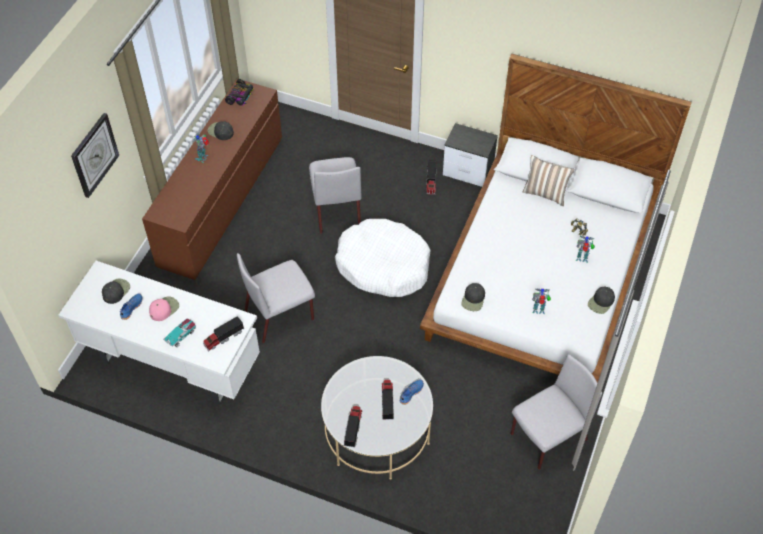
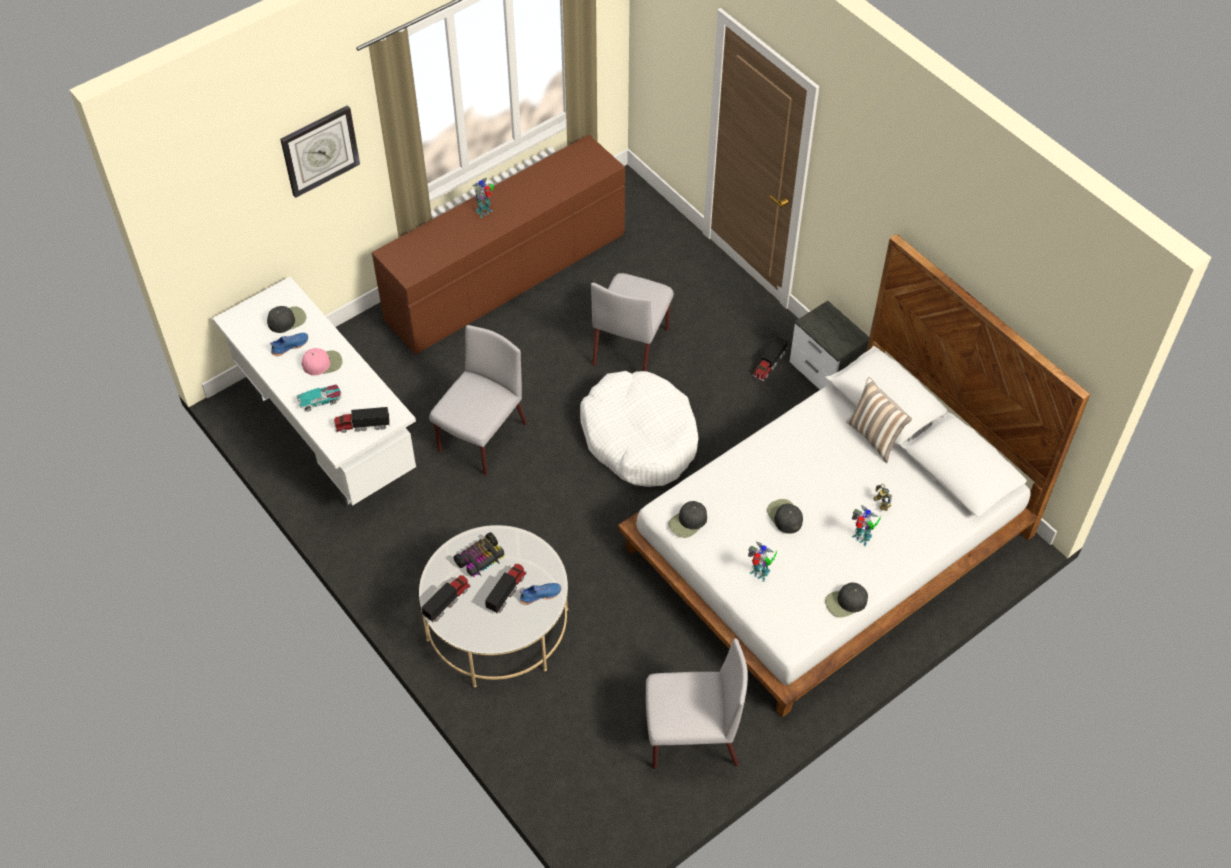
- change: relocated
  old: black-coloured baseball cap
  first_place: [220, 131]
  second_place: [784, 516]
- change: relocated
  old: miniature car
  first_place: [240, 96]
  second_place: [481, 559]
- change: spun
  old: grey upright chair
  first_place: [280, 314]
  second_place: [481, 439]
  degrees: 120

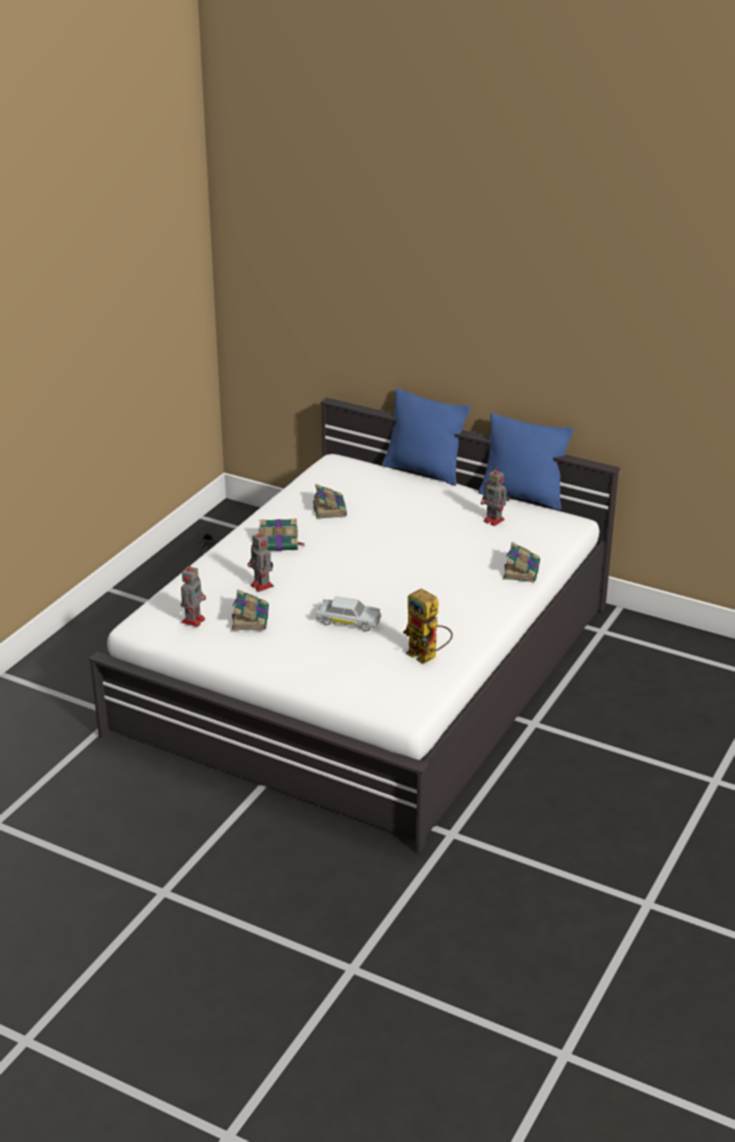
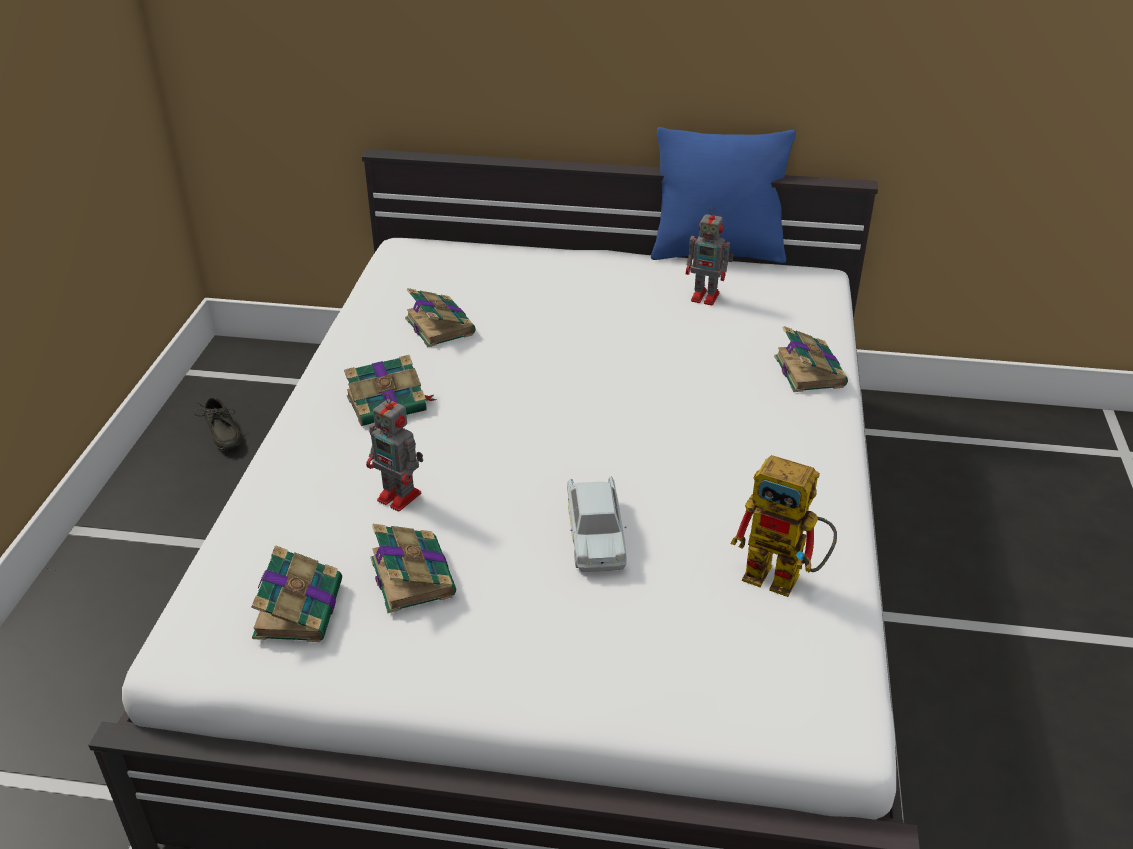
- change: missing
  old: blue-coloured cushion
  first_place: [424, 471]
- change: exchanged
  old: toy robot
  new: book
  first_place: [193, 620]
  second_place: [299, 607]
- change: spun
  old: white-coloured miniature car
  first_place: [348, 621]
  second_place: [595, 535]
  degrees: 90

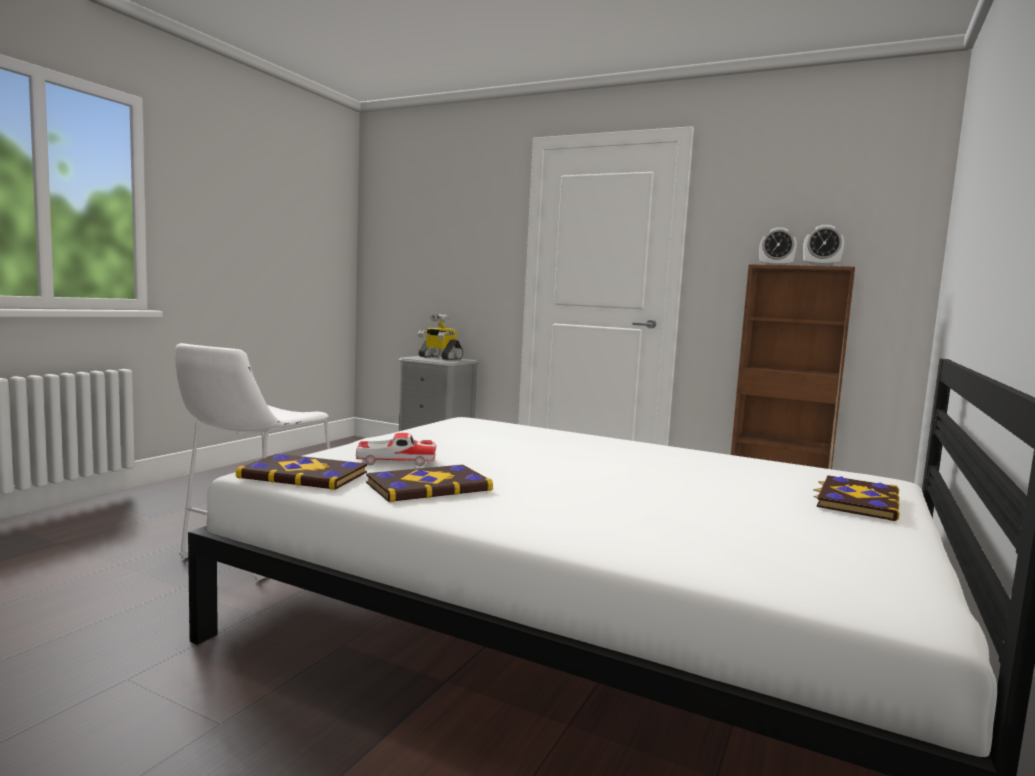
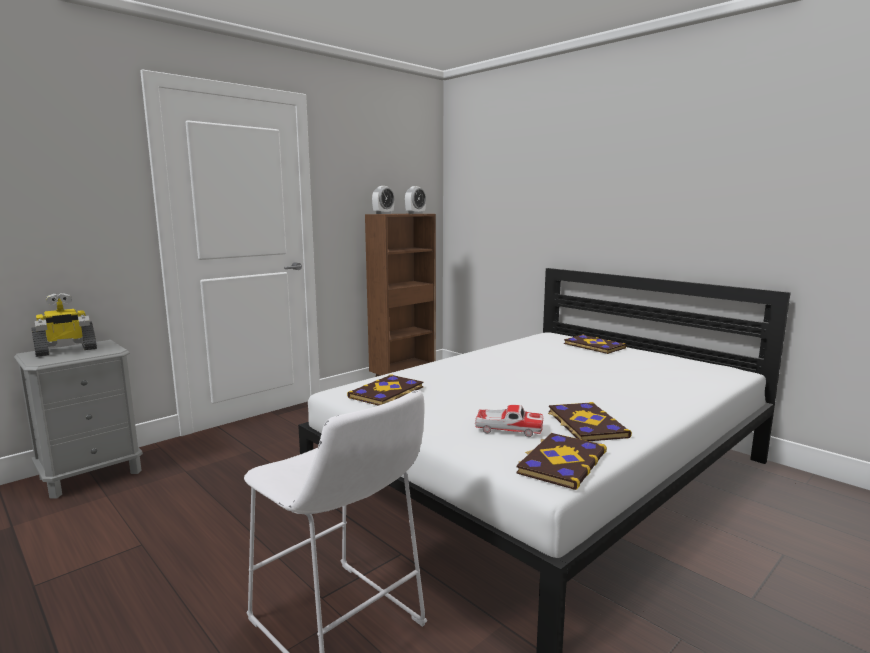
- change: appeared
  new: book
  second_place: [387, 393]
- change: spun
  old: miniature car
  first_place: [395, 461]
  second_place: [508, 429]
  degrees: 90

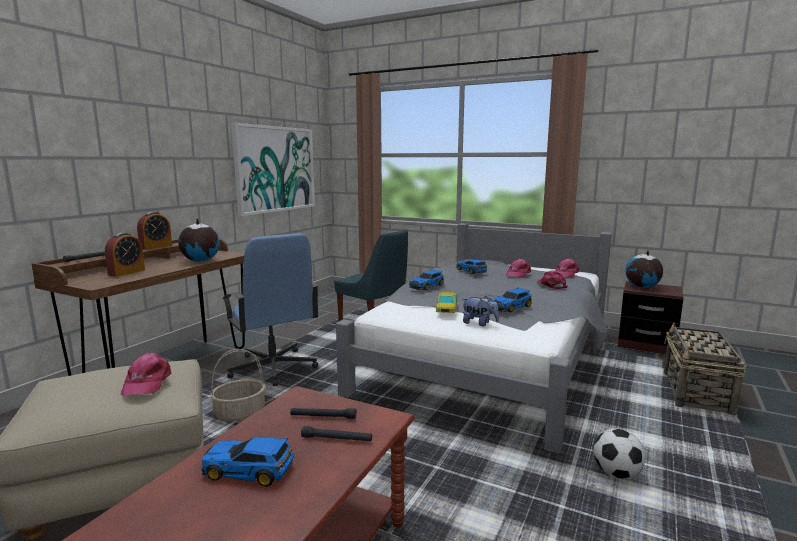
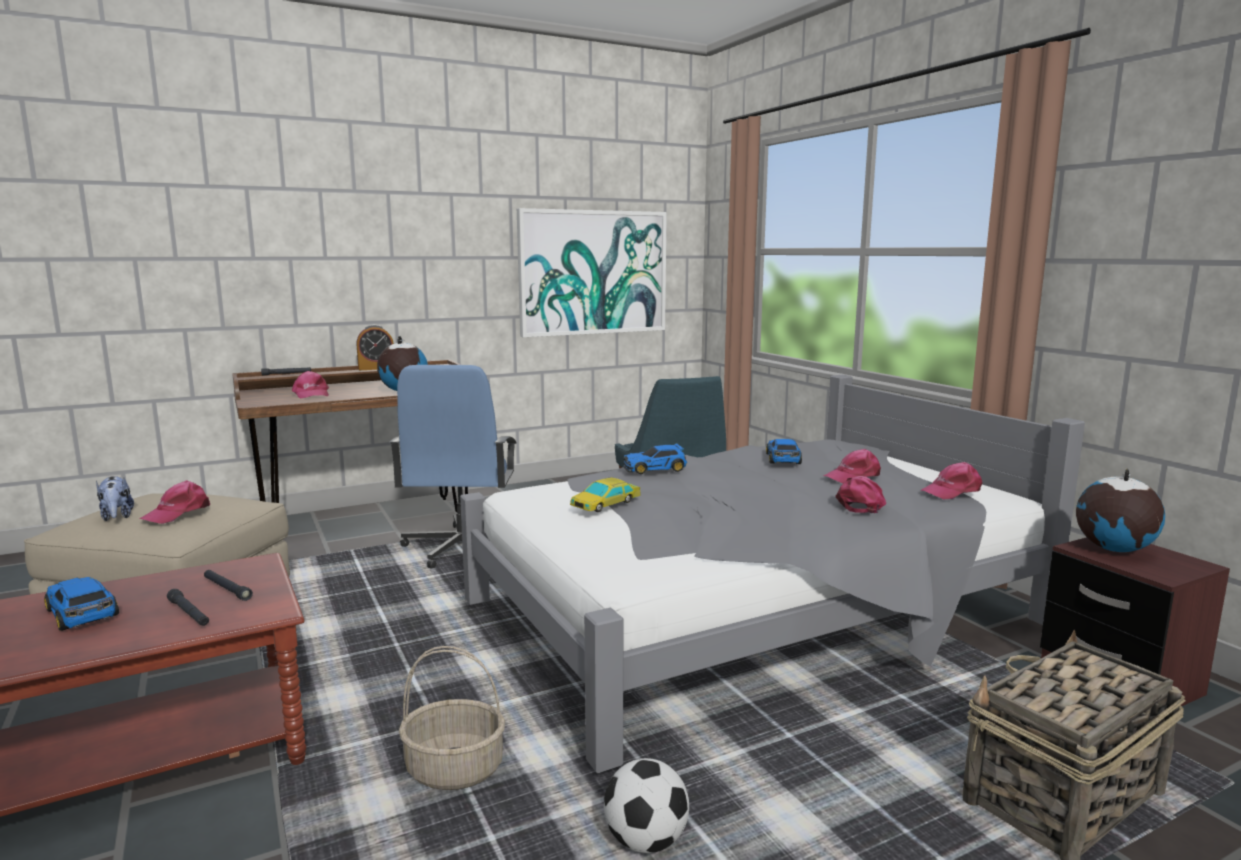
- change: missing
  old: miniature car
  first_place: [511, 307]
- change: relocated
  old: basket
  first_place: [240, 413]
  second_place: [456, 769]
- change: relocated
  old: plush toy
  first_place: [479, 323]
  second_place: [117, 517]
- change: exchanged
  old: table clock
  new: pink baseball cap
  first_place: [126, 272]
  second_place: [311, 394]

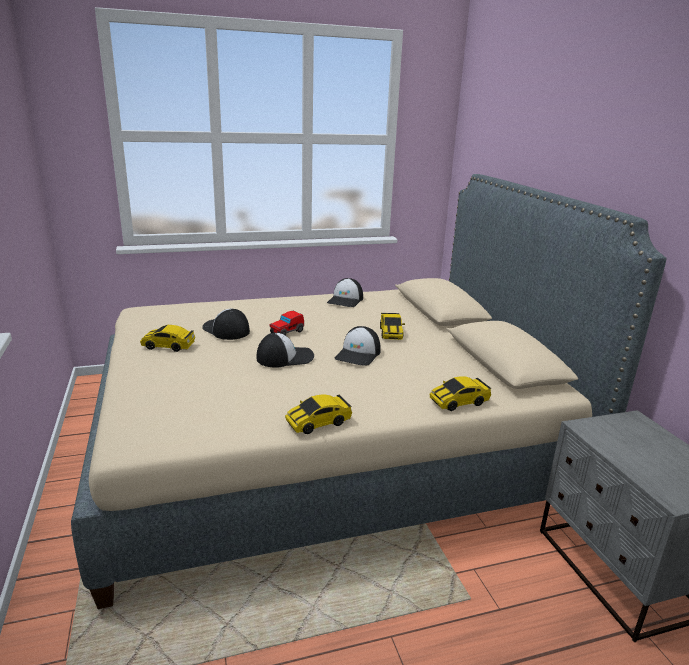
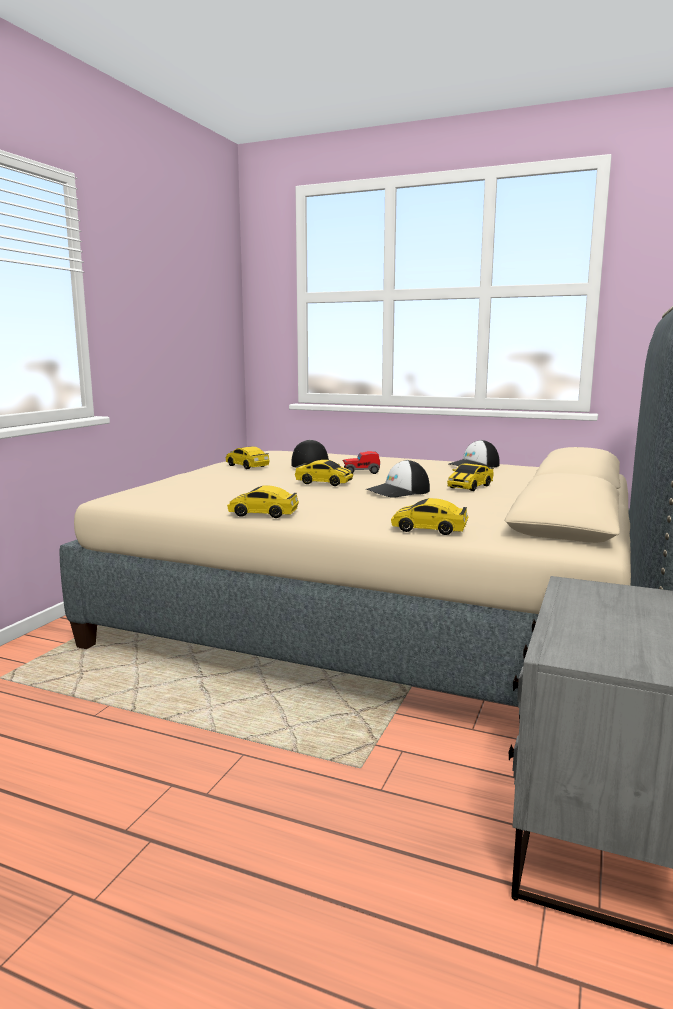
- change: exchanged
  old: baseball cap
  new: miniature car
  first_place: [285, 357]
  second_place: [324, 483]

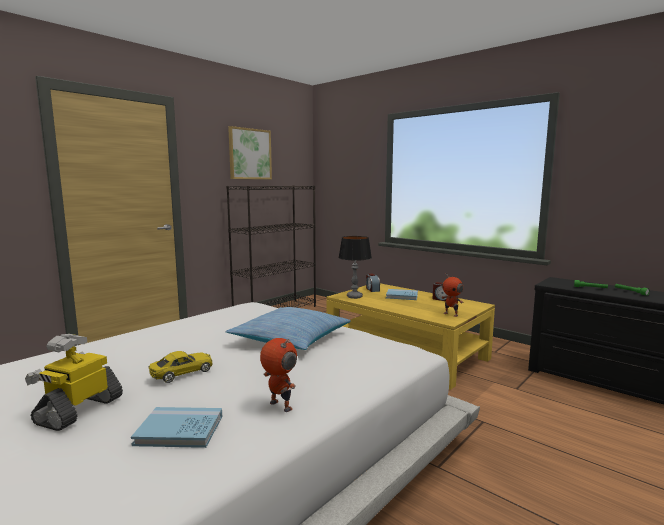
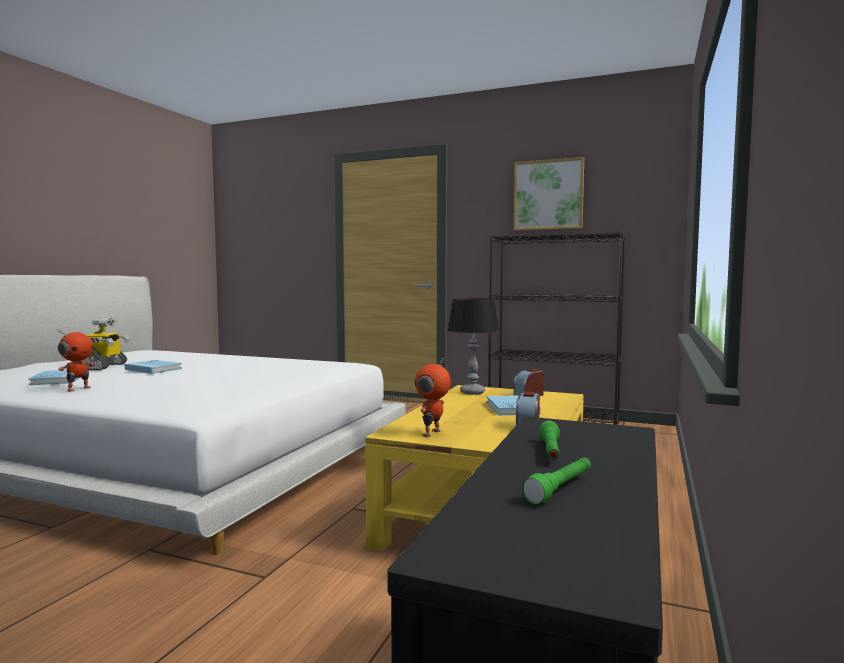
- change: missing
  old: cushion
  first_place: [290, 338]
- change: exchanged
  old: yellow miniature car
  new: blue-coloured book
  first_place: [182, 372]
  second_place: [153, 369]
- change: spun
  old: toy robot
  first_place: [79, 410]
  second_place: [103, 366]
  degrees: 90

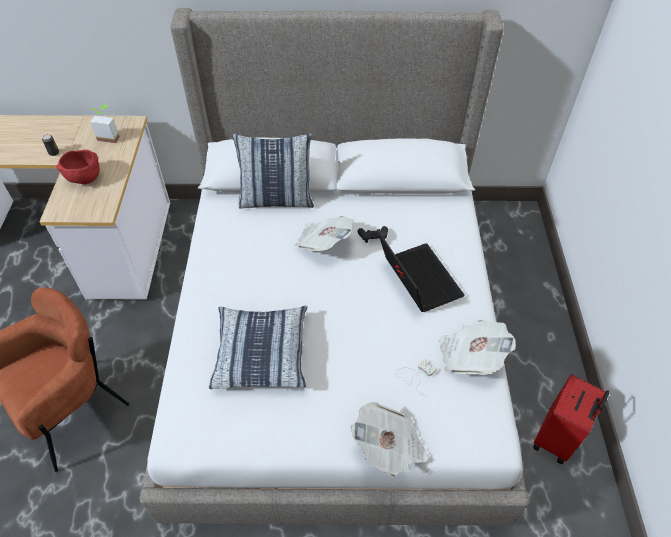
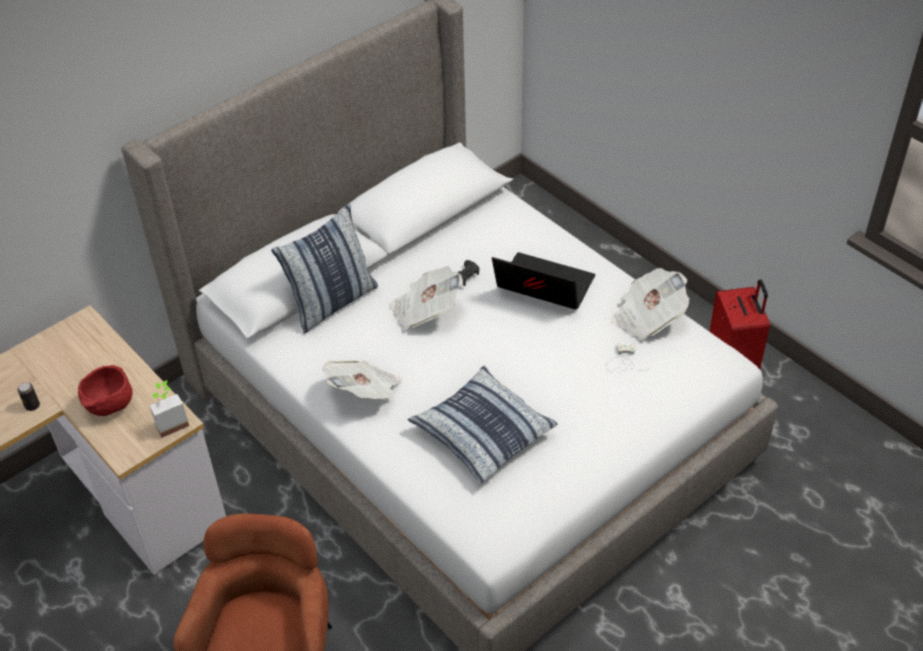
- change: relocated
  old: potted plant
  first_place: [110, 136]
  second_place: [170, 422]
- change: relocated
  old: printed paper
  first_place: [389, 447]
  second_place: [365, 392]

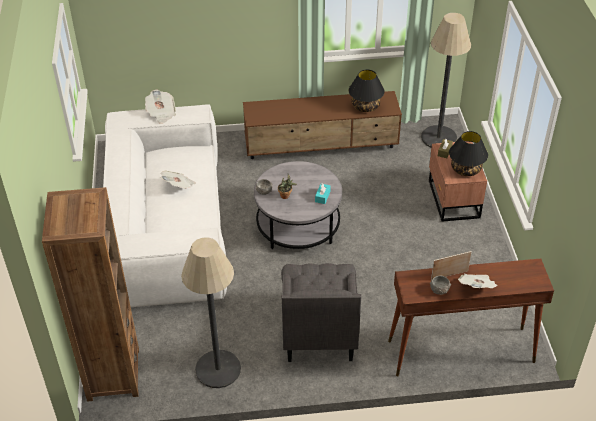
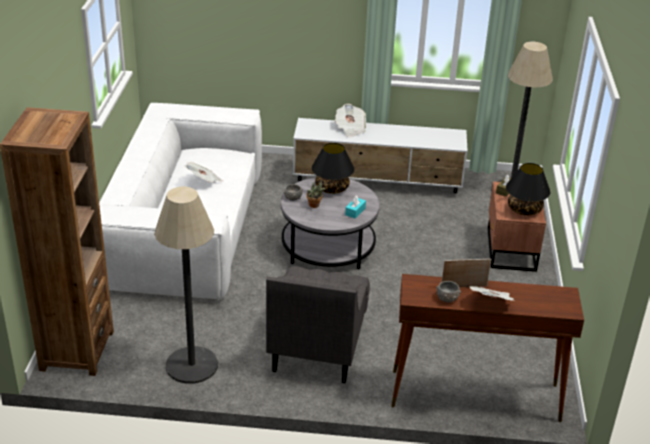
- change: relocated
  old: printed paper
  first_place: [161, 113]
  second_place: [350, 129]
- change: relocated
  old: black-coloured lamp for a table
  first_place: [365, 106]
  second_place: [332, 188]
- change: colour
  old: brownish tv stand
  new: white-coloured tv stand
  first_place: [322, 147]
  second_place: [378, 181]

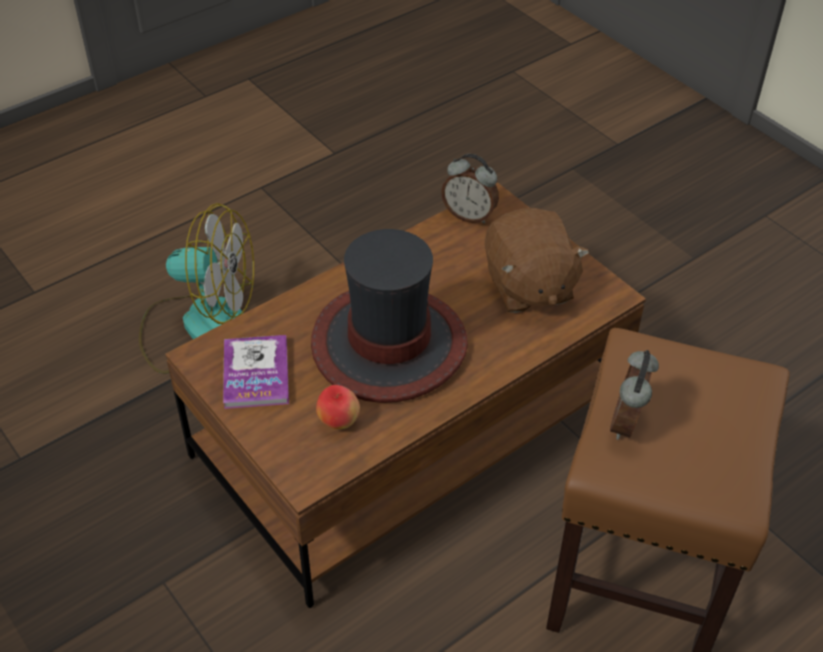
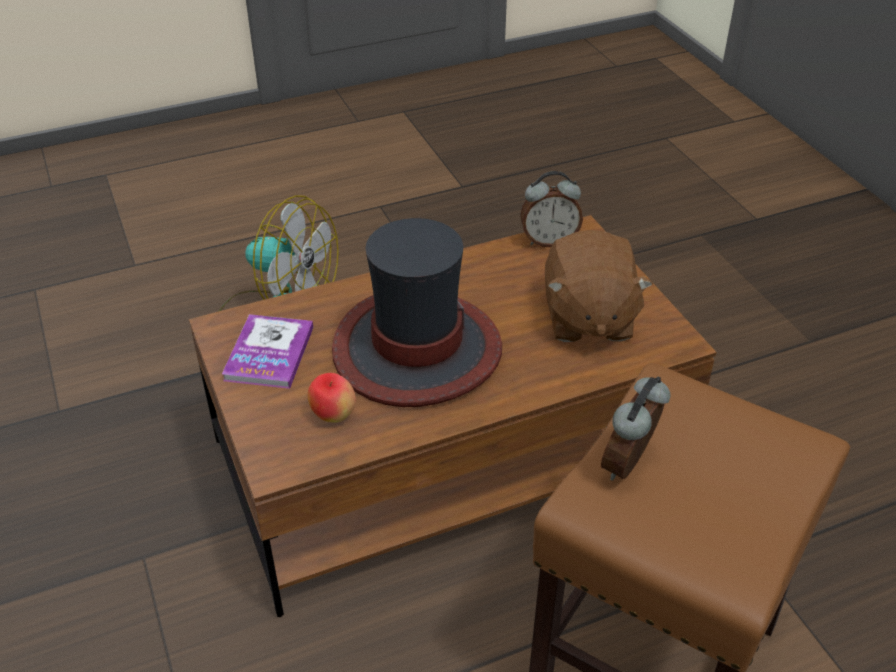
- change: spun
  old: table clock
  first_place: [469, 215]
  second_place: [549, 240]
  degrees: -45

